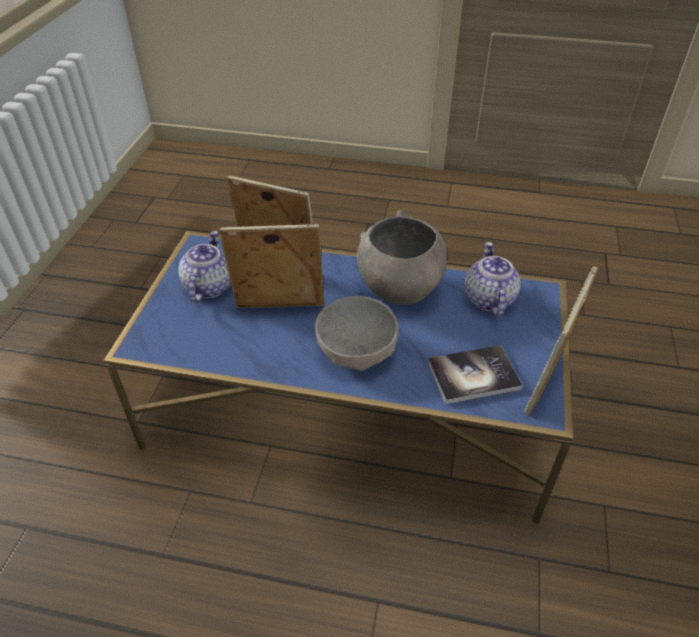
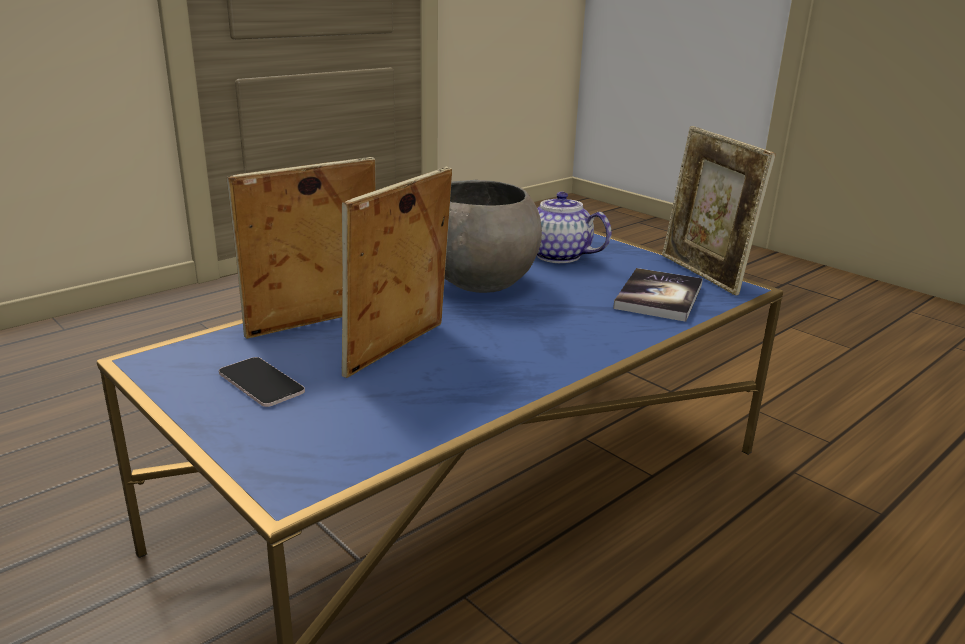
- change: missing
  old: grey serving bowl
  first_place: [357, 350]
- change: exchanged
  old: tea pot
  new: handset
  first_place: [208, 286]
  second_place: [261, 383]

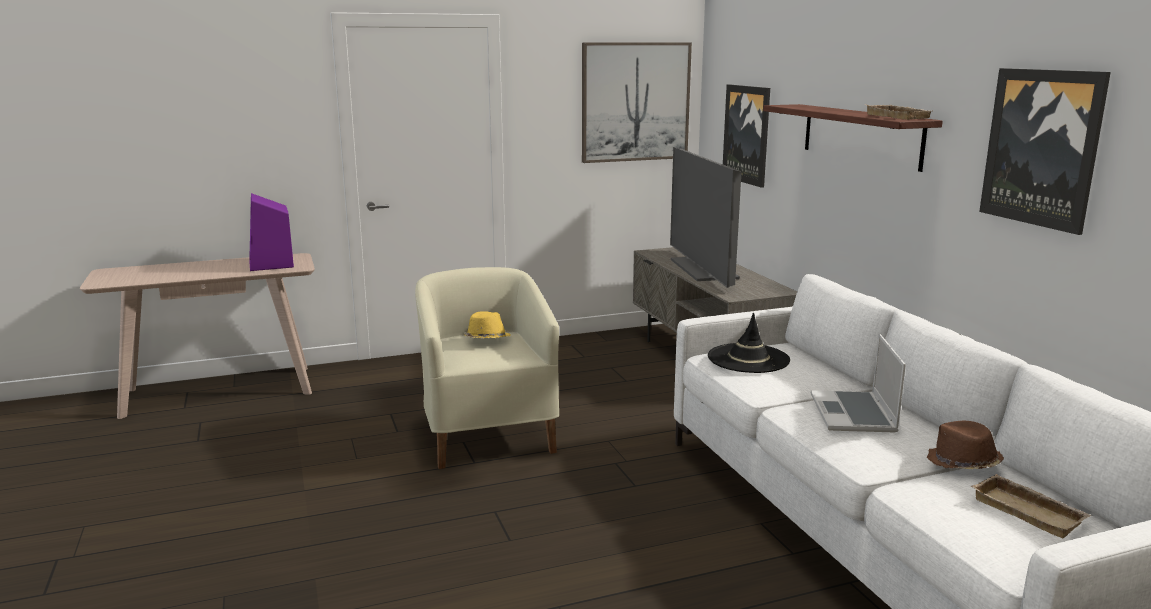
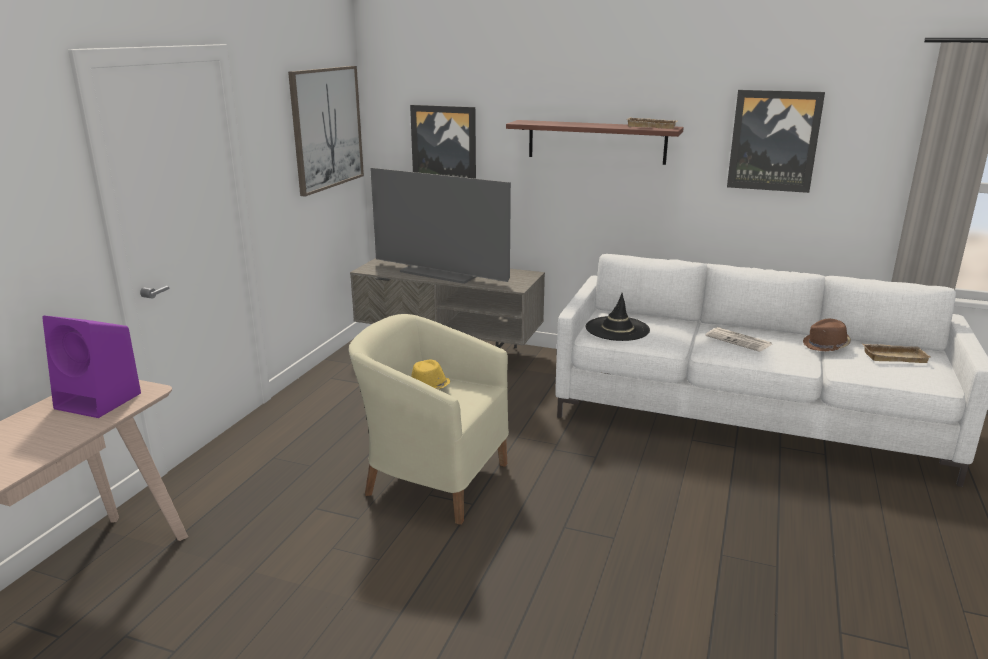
- change: exchanged
  old: notebook computer
  new: printed paper
  first_place: [854, 414]
  second_place: [739, 340]

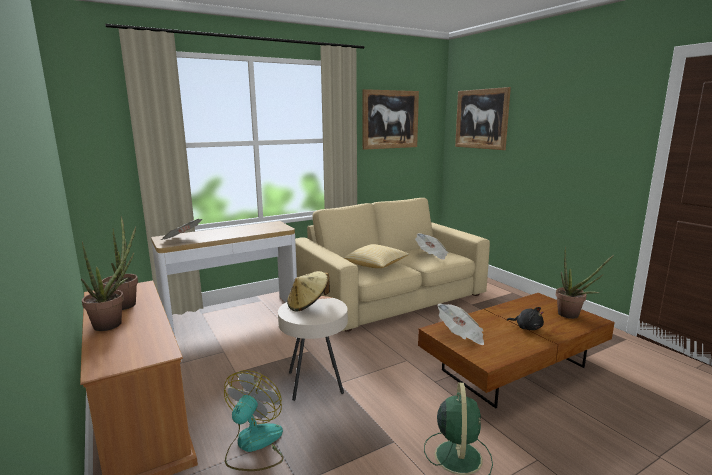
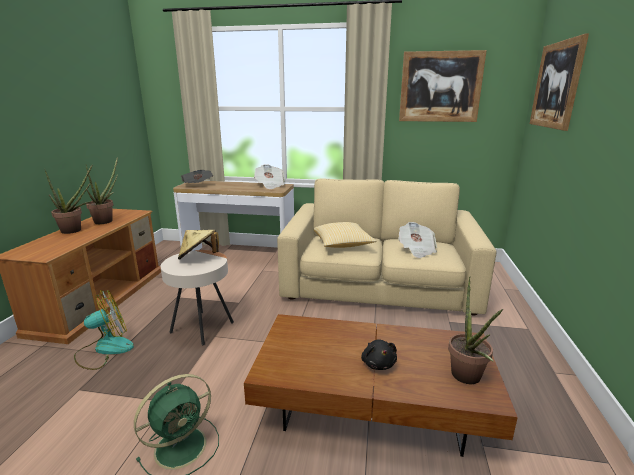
- change: relocated
  old: printed paper
  first_place: [461, 336]
  second_place: [270, 185]

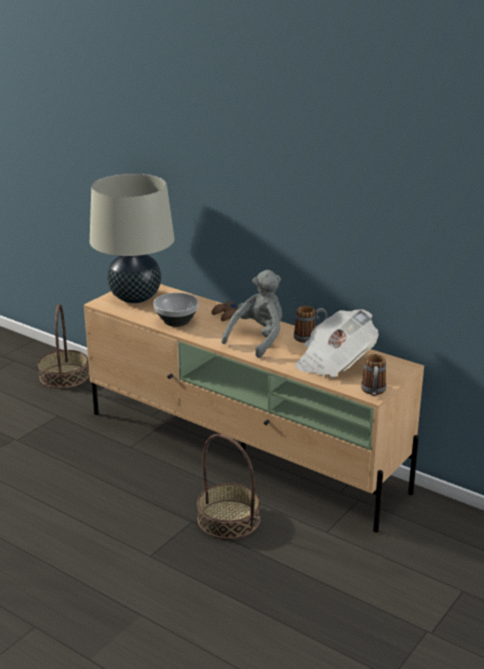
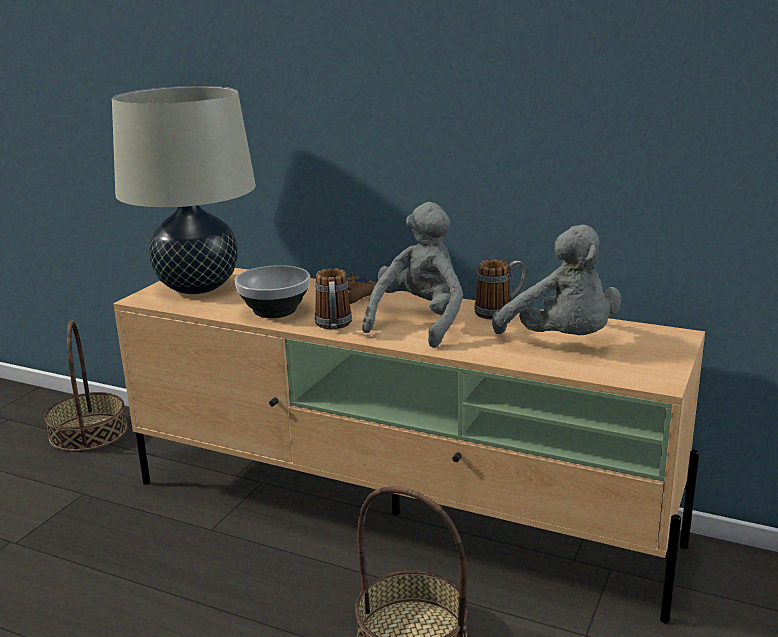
- change: relocated
  old: mug
  first_place: [373, 392]
  second_place: [333, 326]
- change: exchanged
  old: printed paper
  new: grey plush toy
  first_place: [334, 362]
  second_place: [562, 341]

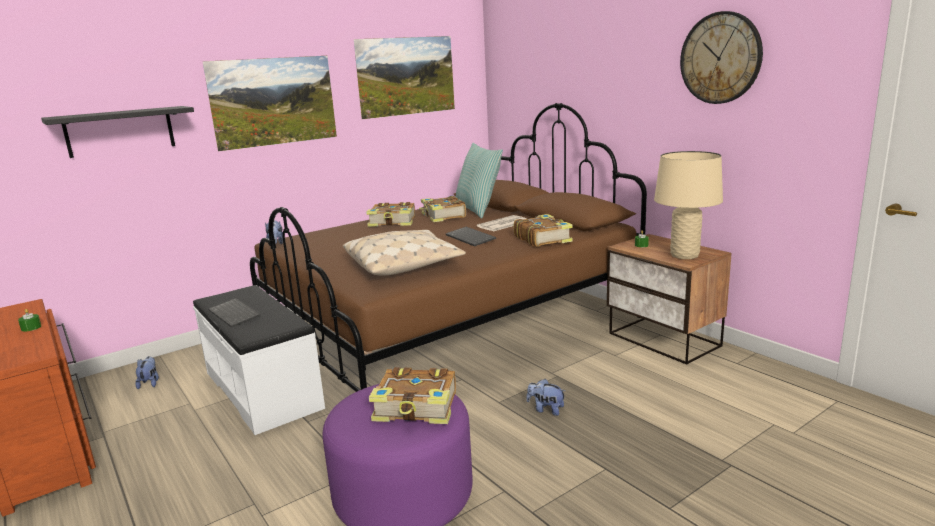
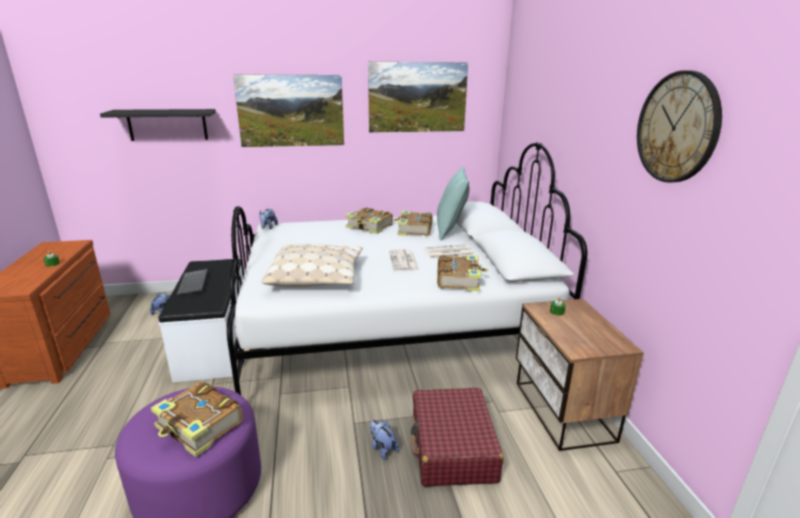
- change: missing
  old: beige-coloured lamp for a table
  first_place: [684, 255]
- change: appeared
  new: red-coloured suitcase
  second_place: [452, 447]
- change: exchanged
  old: PC keyboard
  new: printed paper
  first_place: [471, 238]
  second_place: [404, 261]
- change: colour
  old: brownish bedroom bed
  new: white-coloured bedroom bed
  first_place: [450, 326]
  second_place: [391, 328]

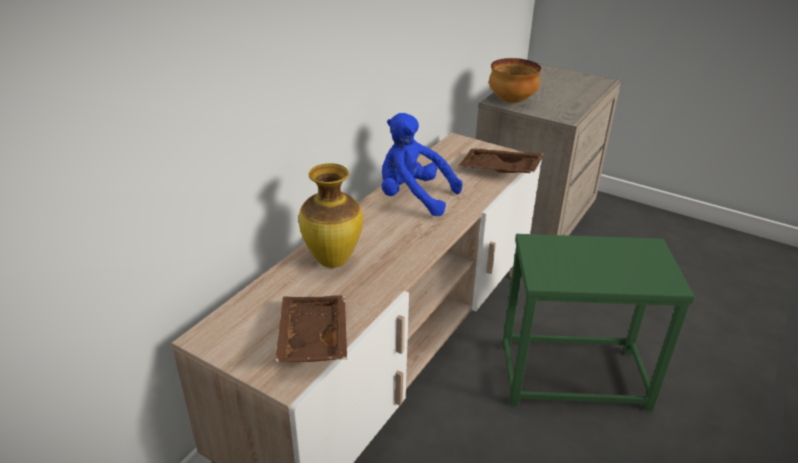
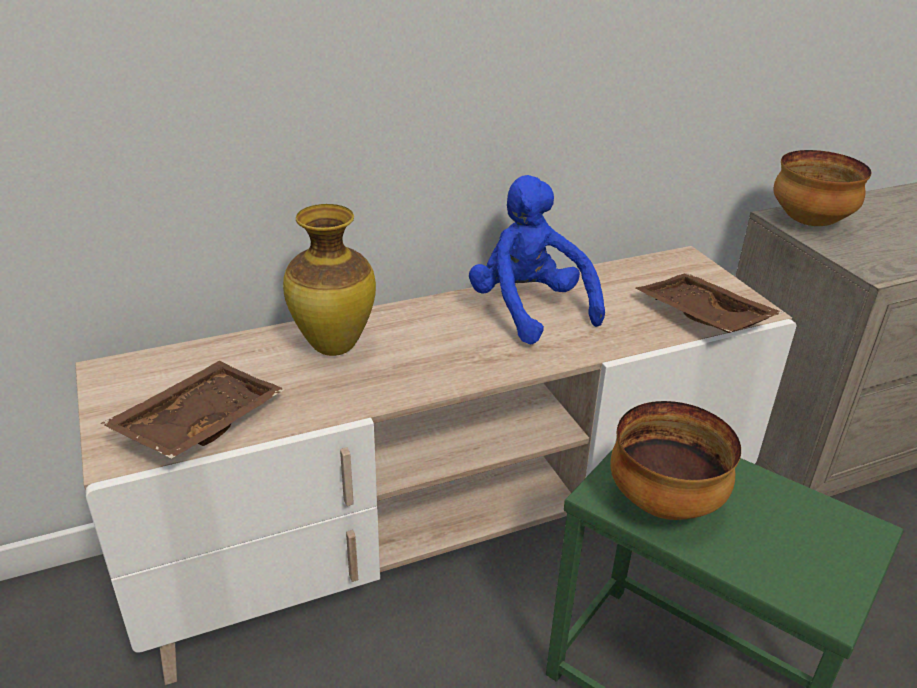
- change: appeared
  new: serving bowl
  second_place: [665, 504]

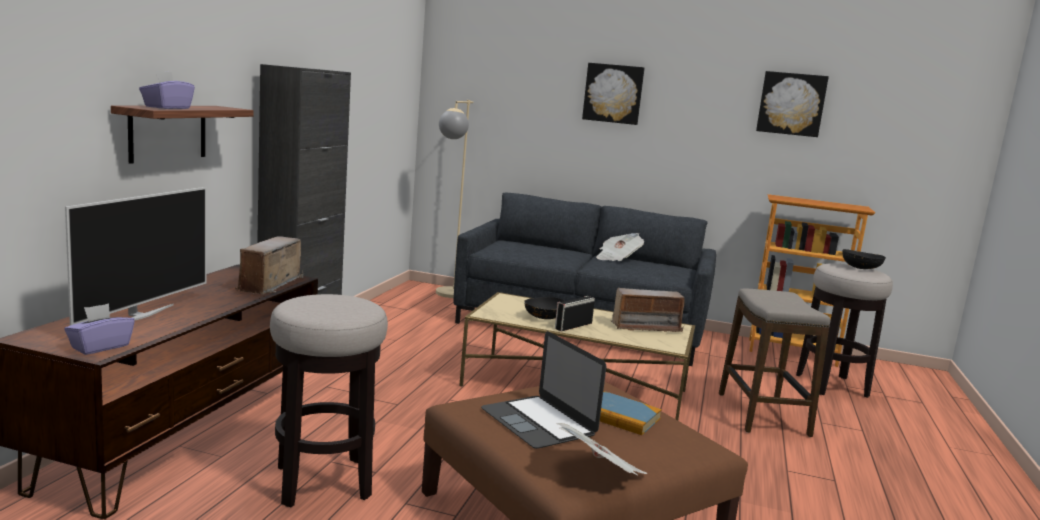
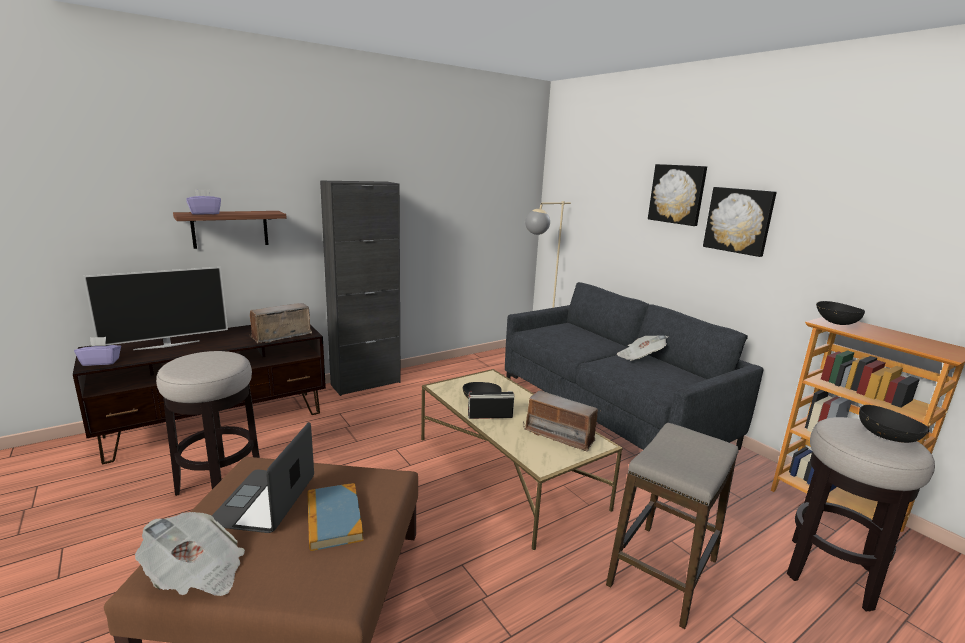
- change: appeared
  new: black-coloured serving bowl
  second_place: [835, 323]
- change: relocated
  old: picture
  first_place: [791, 104]
  second_place: [739, 220]

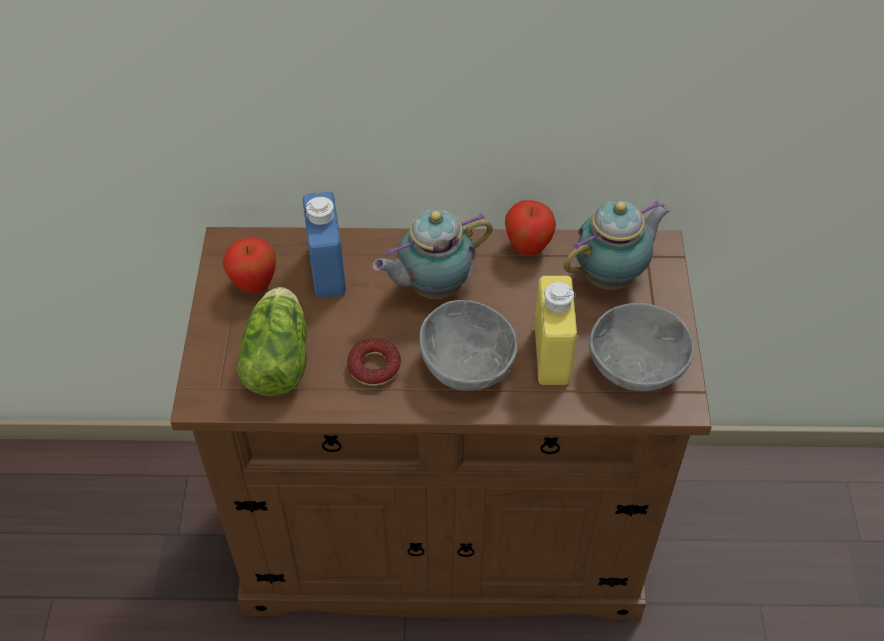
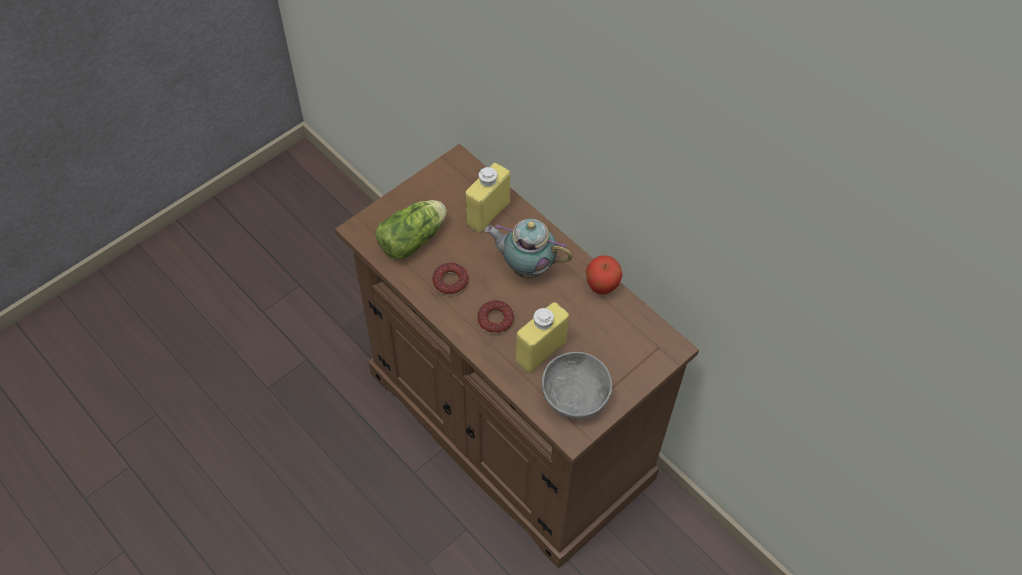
- change: missing
  old: whole apple
  first_place: [254, 284]
- change: missing
  old: tea pot
  first_place: [612, 276]
- change: exchanged
  old: grey serving bowl
  new: donut
  first_place: [469, 363]
  second_place: [495, 320]
- change: colour
  old: blue-coloured bottle
  new: yellow bottle
  first_place: [327, 269]
  second_place: [488, 213]

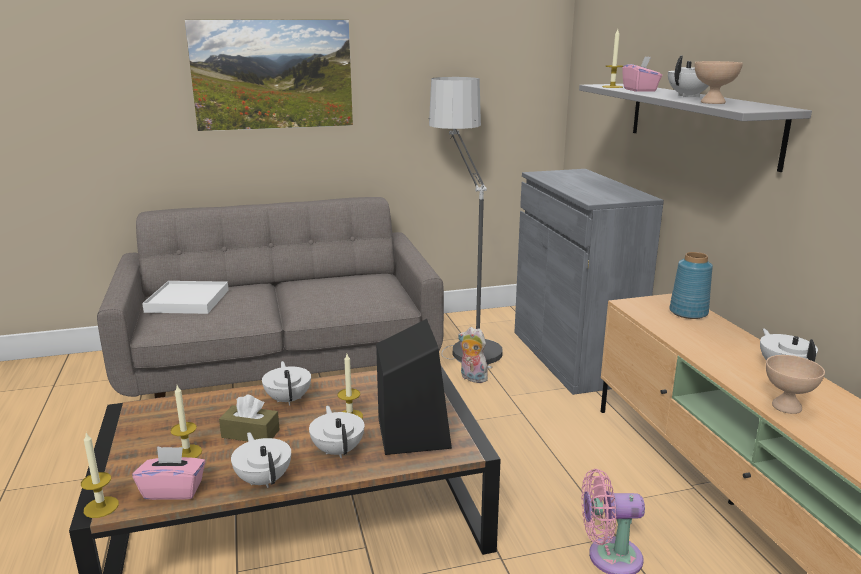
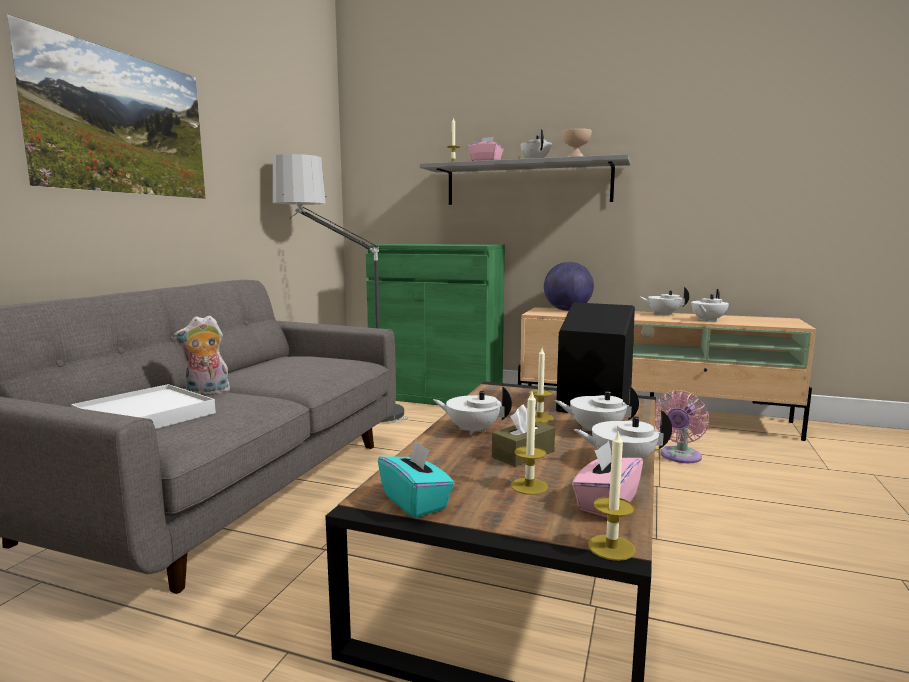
- change: appeared
  new: turquoise tissue box
  second_place: [416, 502]
- change: relocated
  old: plush toy
  first_place: [472, 378]
  second_place: [206, 393]
- change: exchanged
  old: blue-coloured decorative vase
  new: desk globe
  first_place: [687, 312]
  second_place: [567, 310]
- change: exchanged
  old: beige-coloured serving bowl
  new: white-coloured tea pot
  first_place: [785, 406]
  second_place: [707, 320]
- change: colour
  old: grey storage cabinet
  new: green storage cabinet
  first_place: [573, 356]
  second_place: [437, 395]

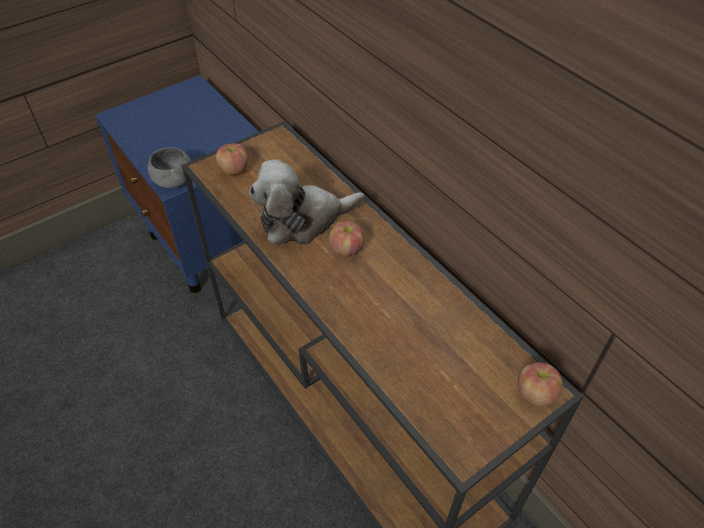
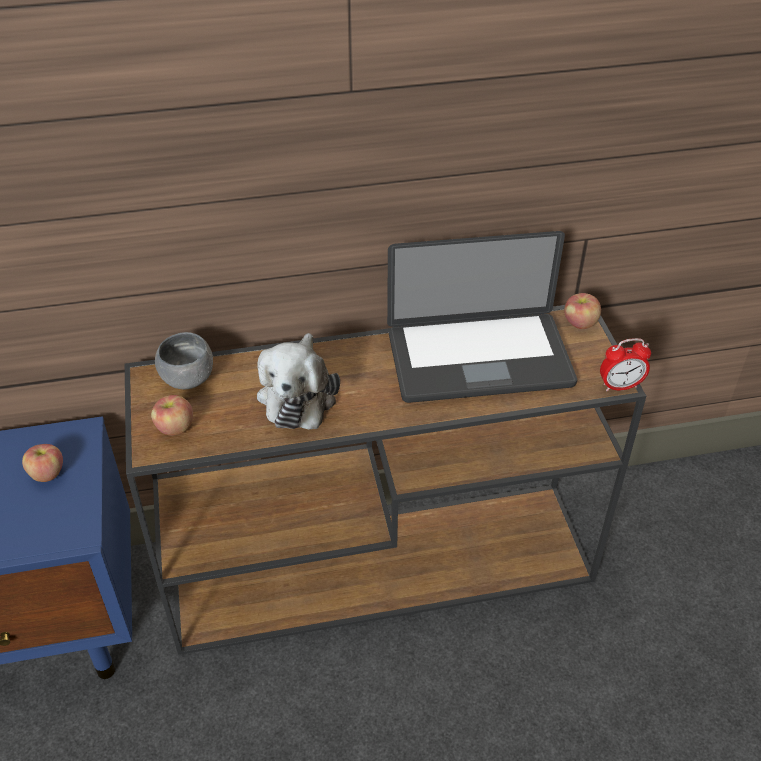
- change: appeared
  new: notebook computer
  second_place: [479, 359]
- change: appeared
  new: table clock
  second_place: [620, 386]
- change: relocated
  old: grey serving bowl
  first_place: [173, 181]
  second_place: [187, 378]
- change: relocated
  old: whole apple
  first_place: [346, 249]
  second_place: [47, 473]

